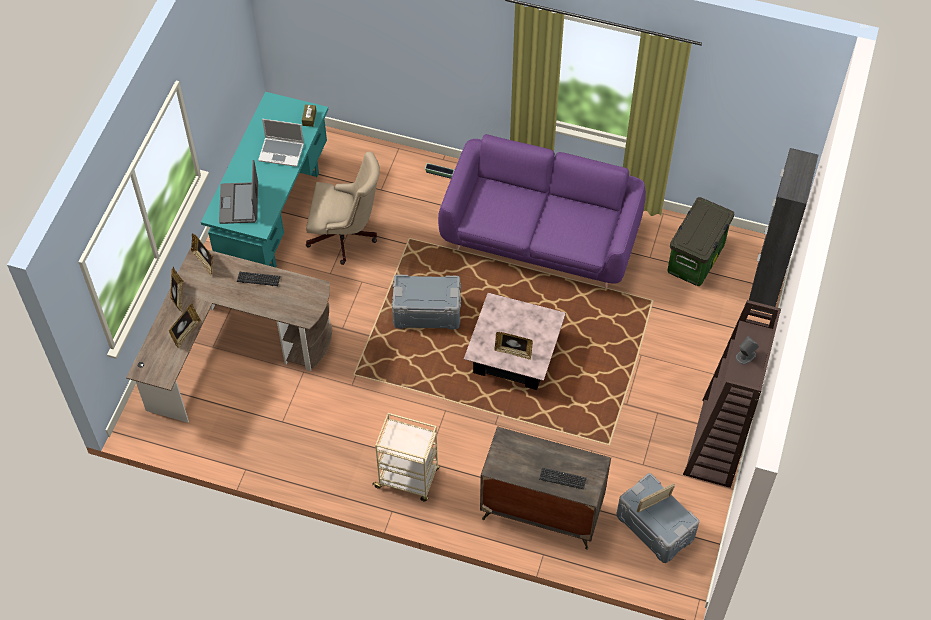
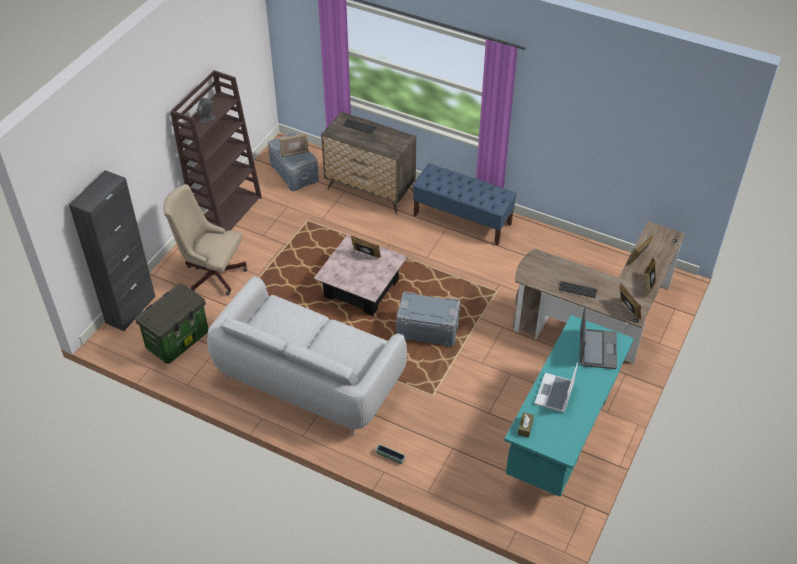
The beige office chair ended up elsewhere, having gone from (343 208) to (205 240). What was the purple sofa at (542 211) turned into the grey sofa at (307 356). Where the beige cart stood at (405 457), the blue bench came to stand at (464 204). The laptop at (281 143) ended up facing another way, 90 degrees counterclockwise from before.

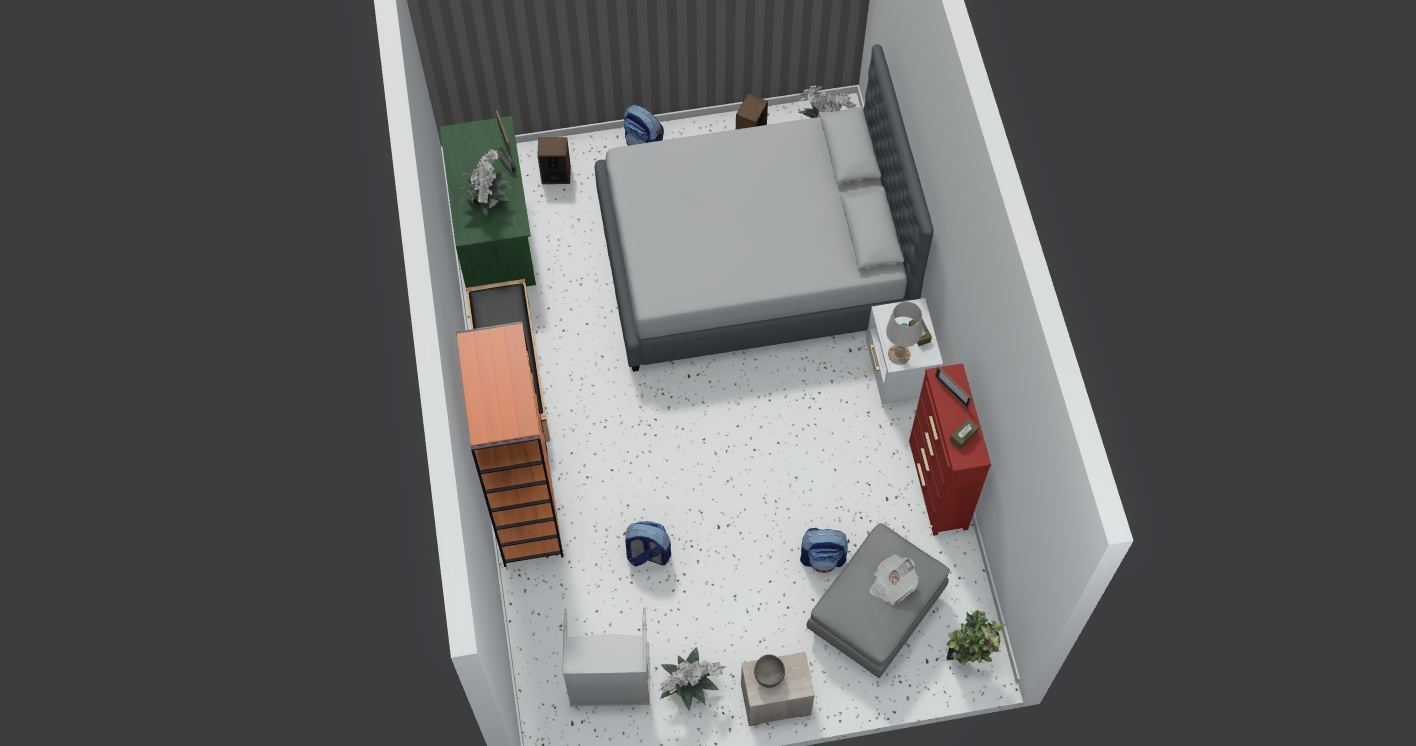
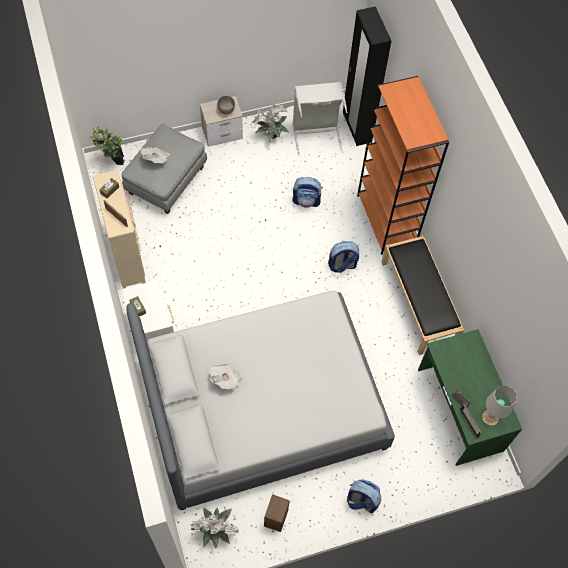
What was the red dresser at (950 449) turned into the beige dresser at (119 229). The second view gained the newspaper at (226 376). The backpack ended up elsewhere, having gone from (825 550) to (343 257). The second view gained the black wardrobe at (367 76). The white table lamp ended up elsewhere, having gone from (904 333) to (499 405). The second view lost the potted plant at (486 183). The second view lost the speaker at (554 160).

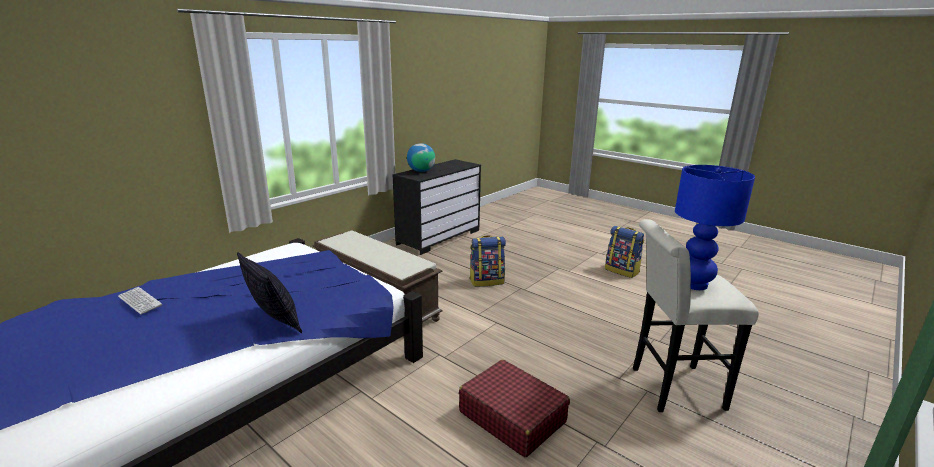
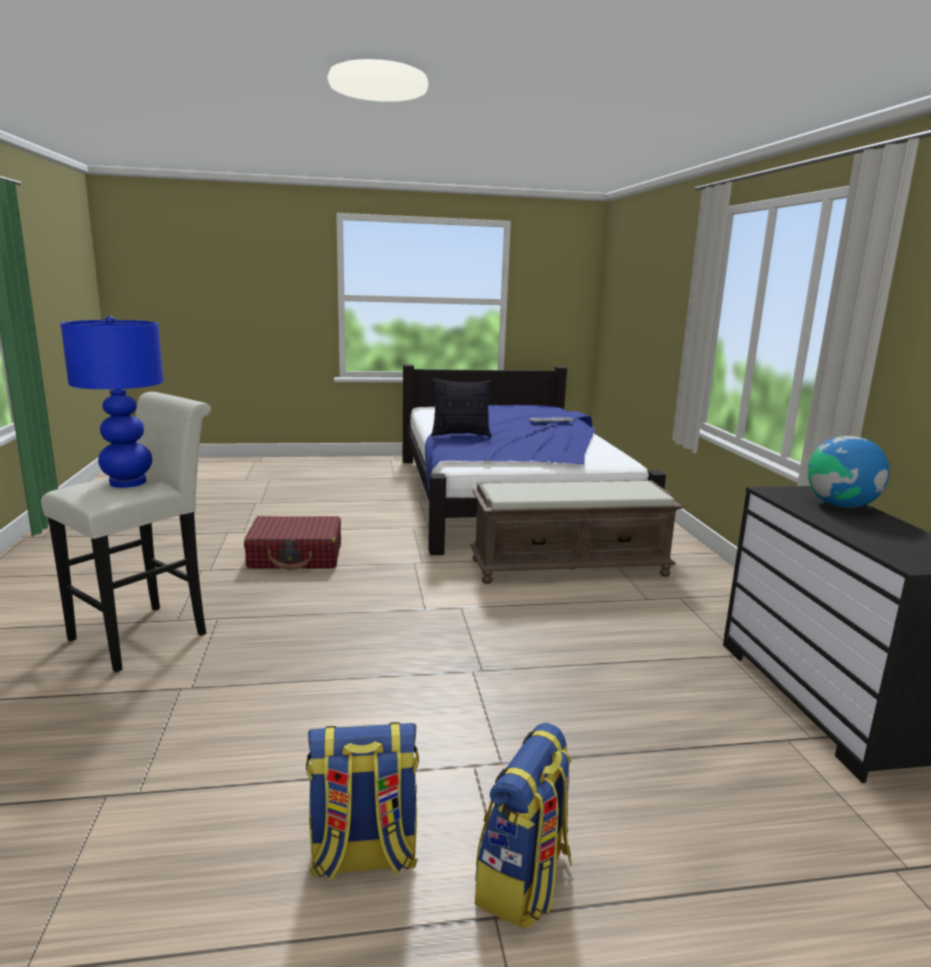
The backpack ended up elsewhere, having gone from (487 261) to (523 826).

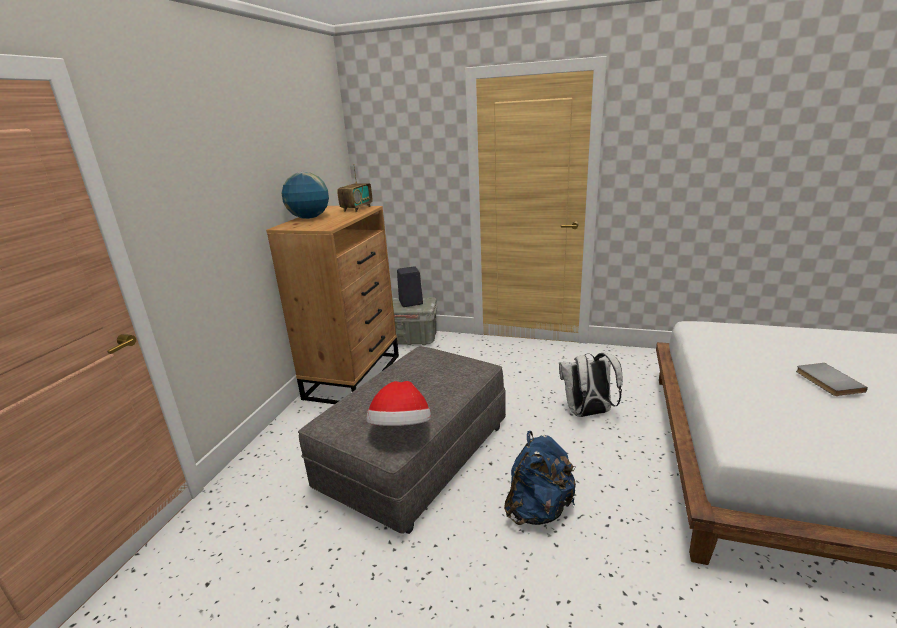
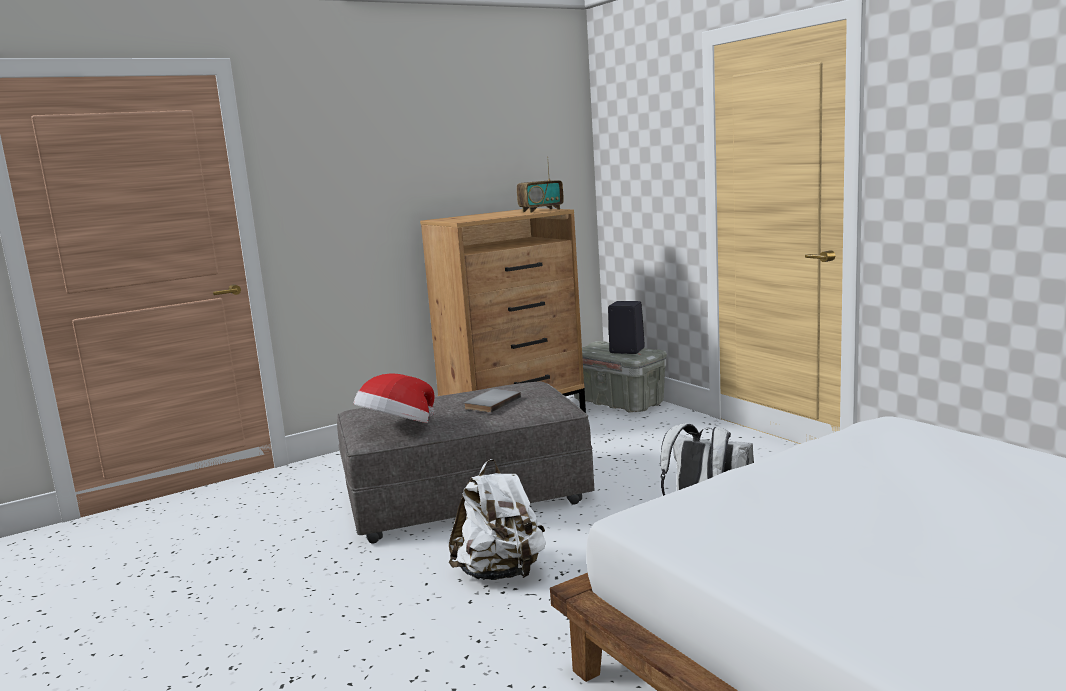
What was the blue backpack at (540 478) turned into the white backpack at (497 519). The grey book ended up elsewhere, having gone from (832 379) to (492 401). The second view lost the globe at (305 195).

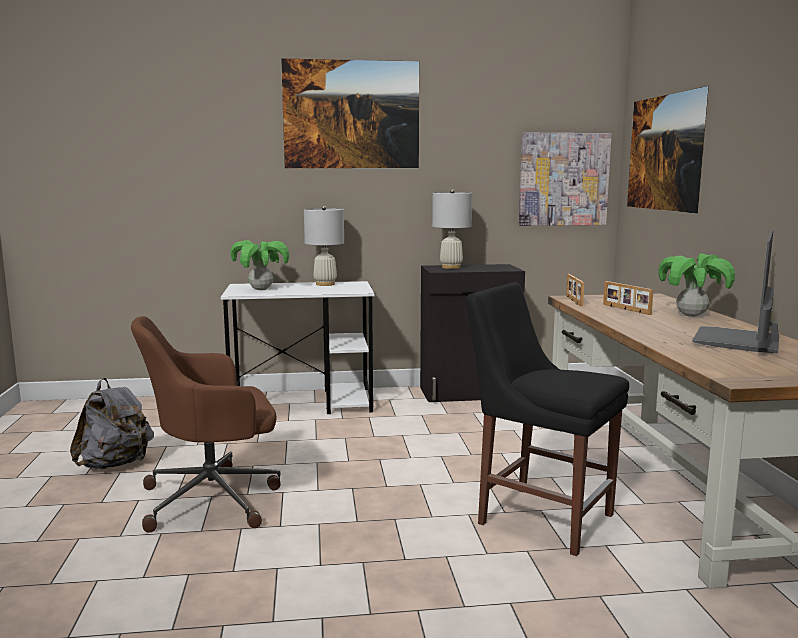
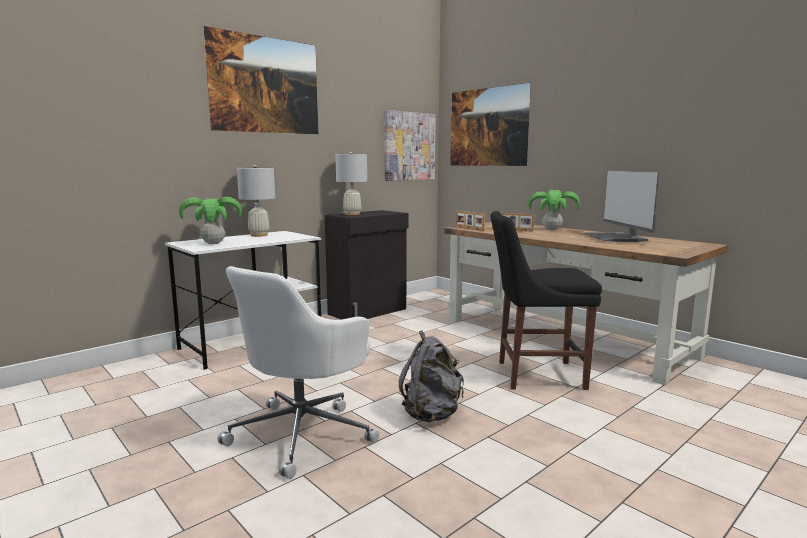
What was the brown office chair at (206 424) turned into the white office chair at (298 372). The grey backpack ended up elsewhere, having gone from (112 423) to (431 376).

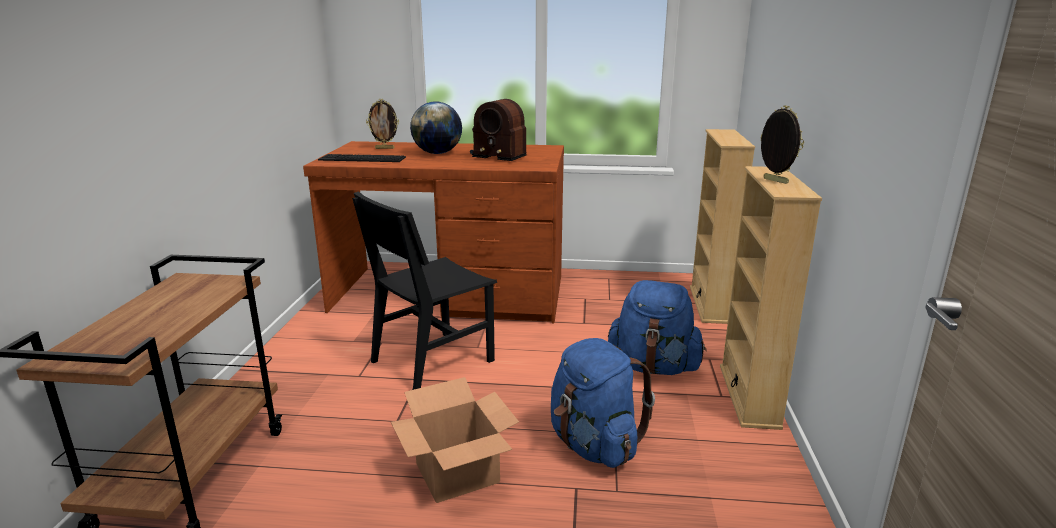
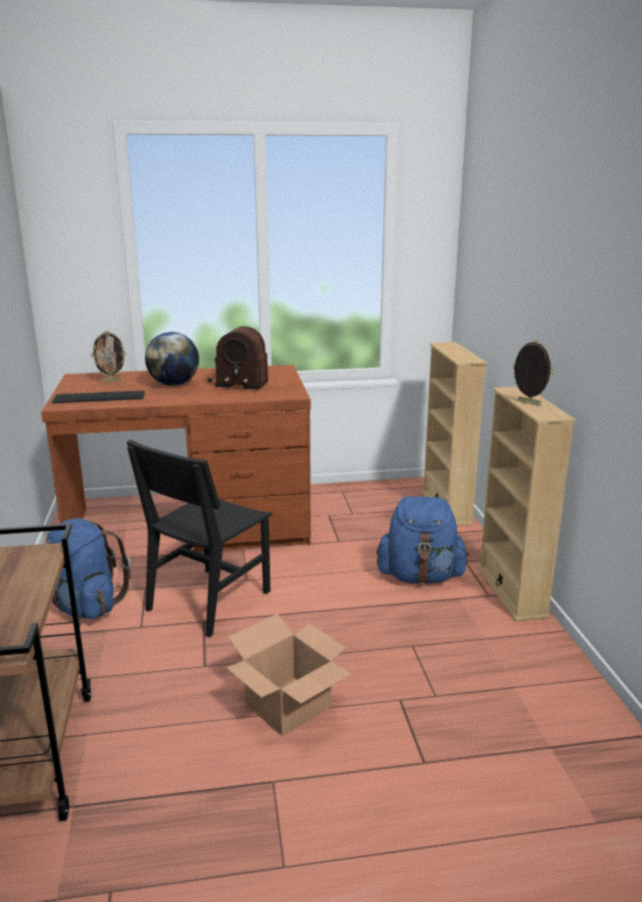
The blue backpack ended up elsewhere, having gone from (603 403) to (89 568).

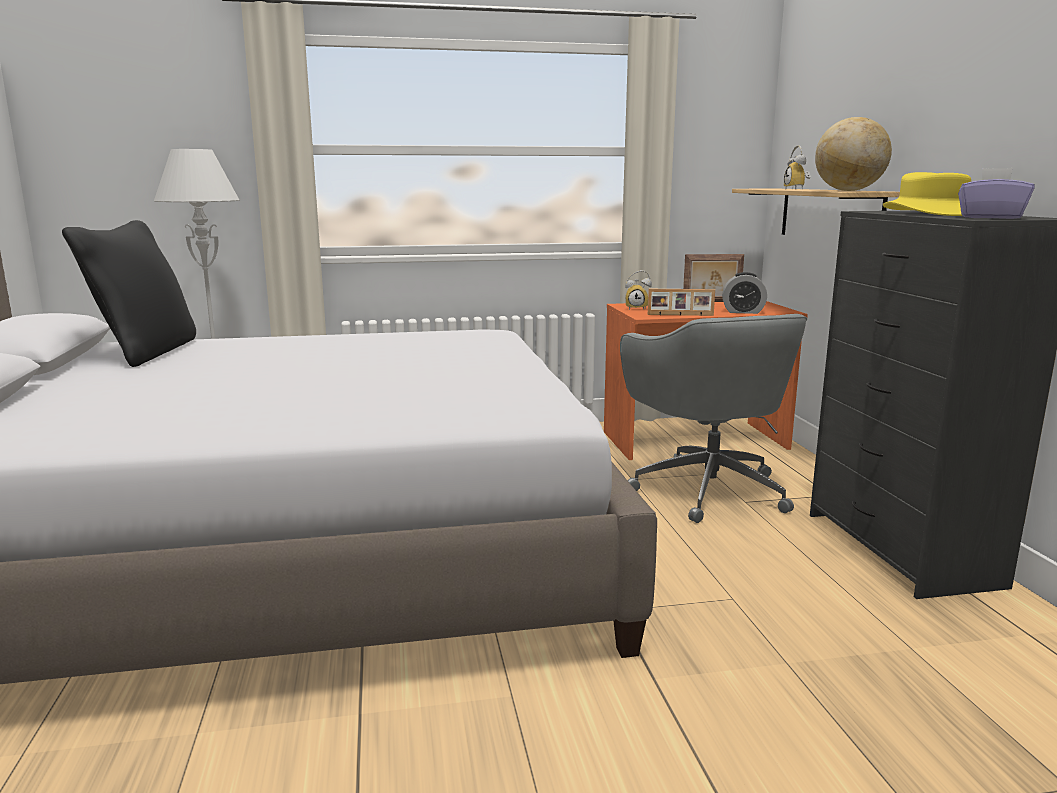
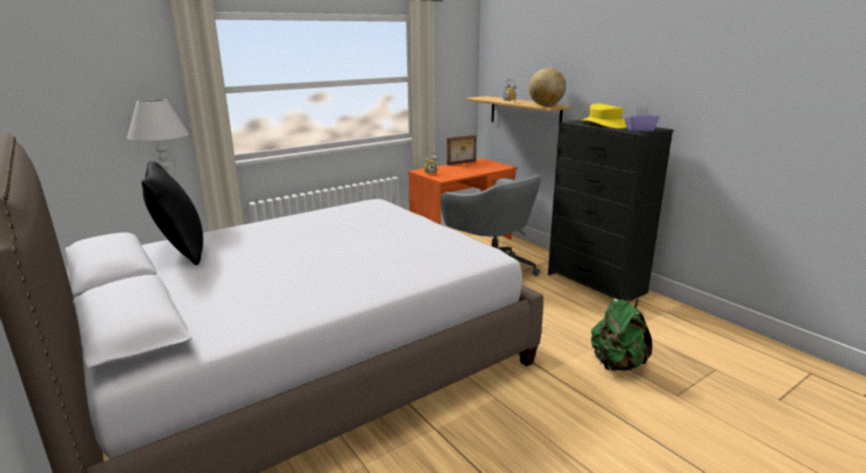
The second view gained the green backpack at (621 334). The second view lost the picture frame at (681 302). The second view lost the alarm clock at (744 293).

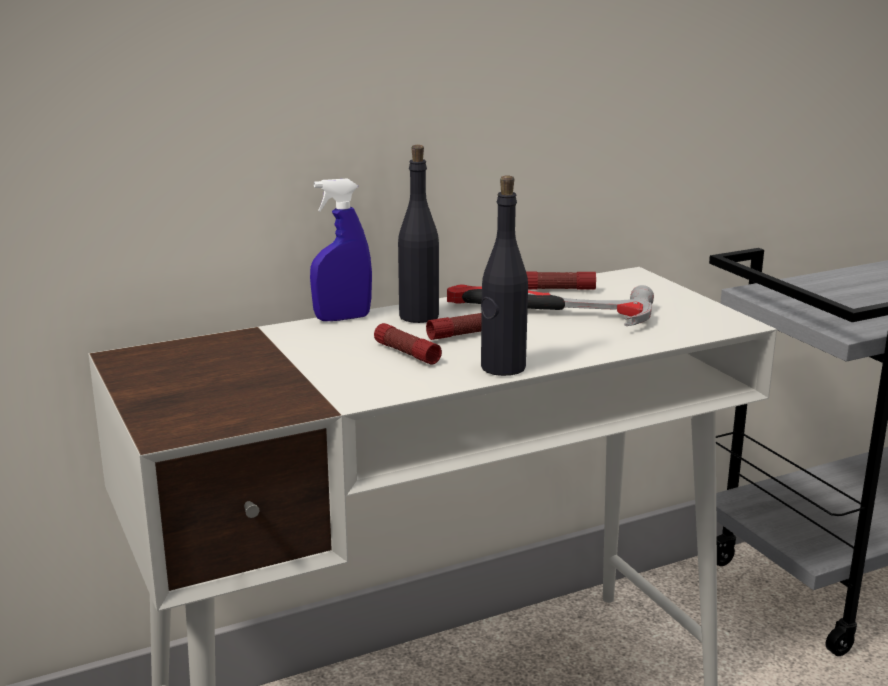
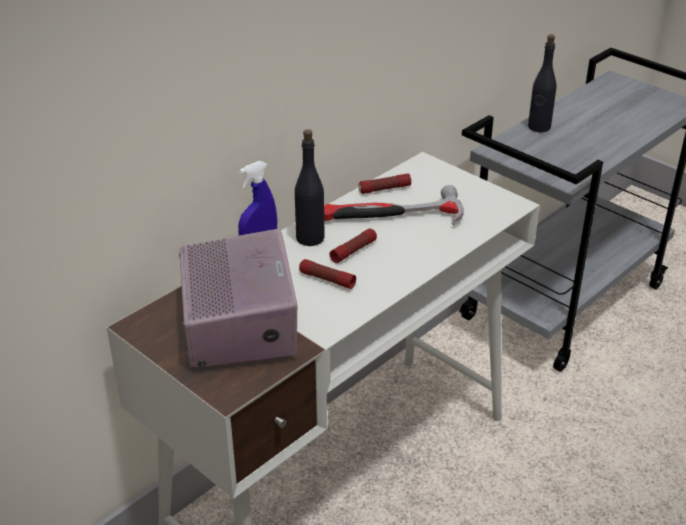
The second view gained the radio at (238 298). The black bottle ended up elsewhere, having gone from (504 275) to (542 83).

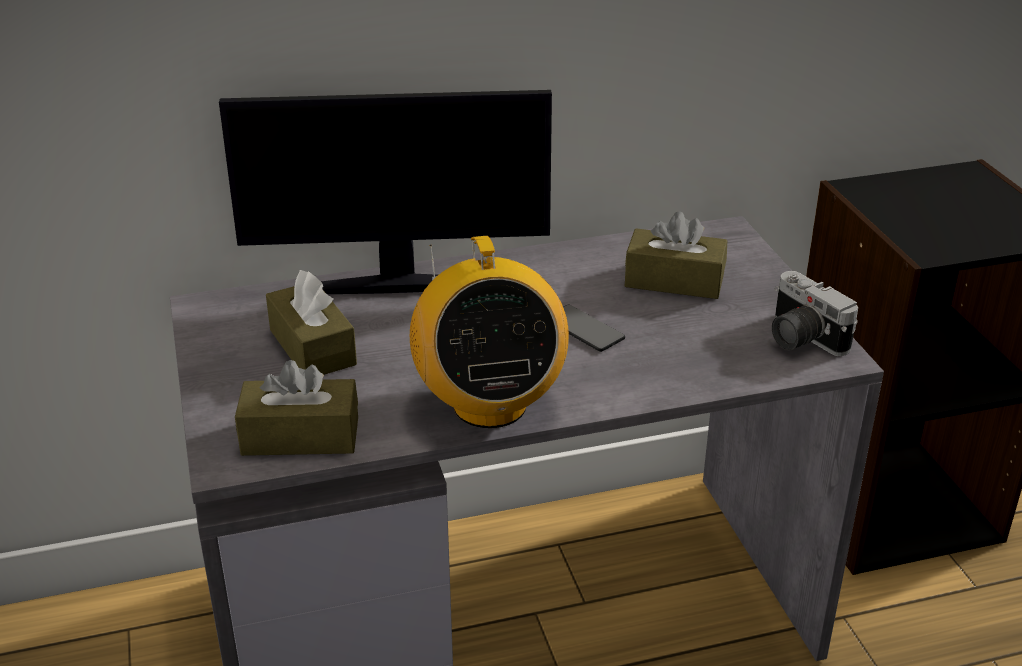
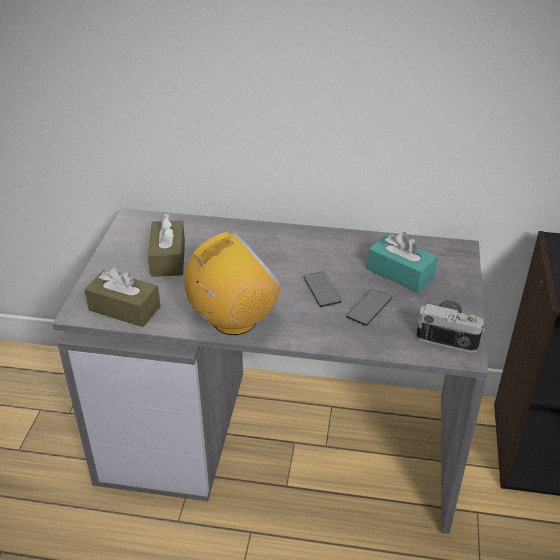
The radio at (489 332) ended up facing another way, 135 degrees counterclockwise from before. The second view gained the phone at (369 307). What was the brown tissue box at (676 255) turned into the turquoise tissue box at (402 262). The photo camera at (815 313) ended up facing another way, 120 degrees clockwise from before. The second view lost the monitor at (385 192).

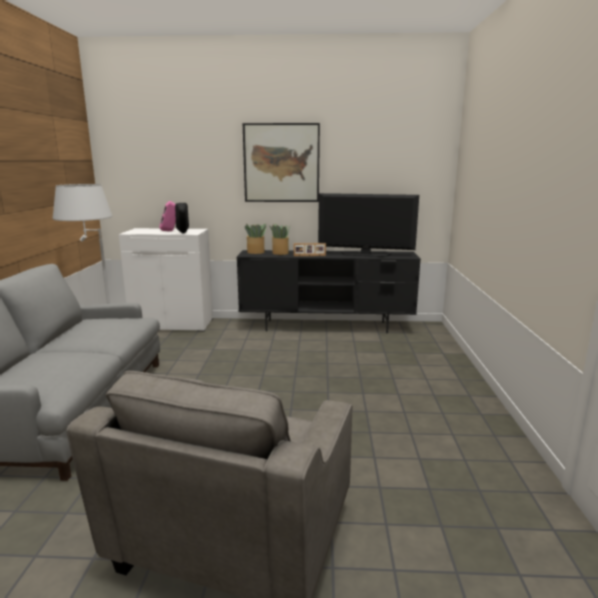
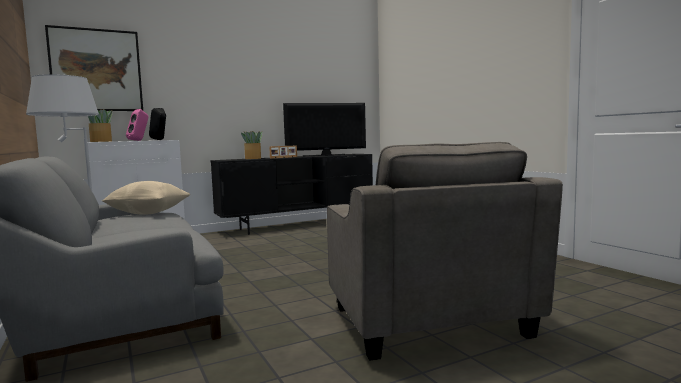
The picture ended up elsewhere, having gone from (281 162) to (94 68). The potted plant ended up elsewhere, having gone from (256 238) to (100 125). The second view gained the beige pillow at (146 198).

